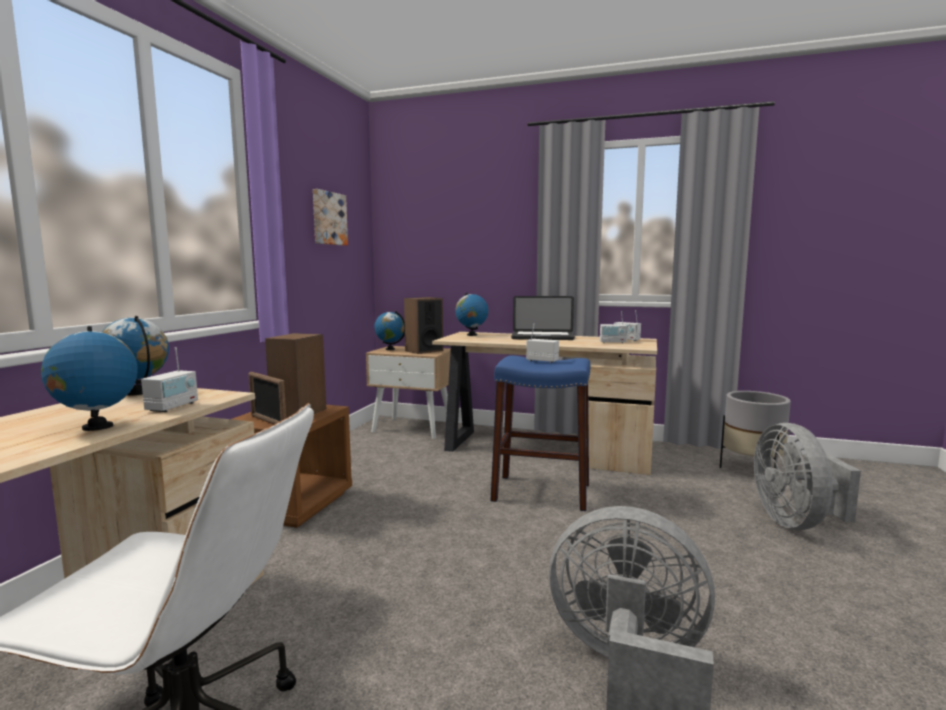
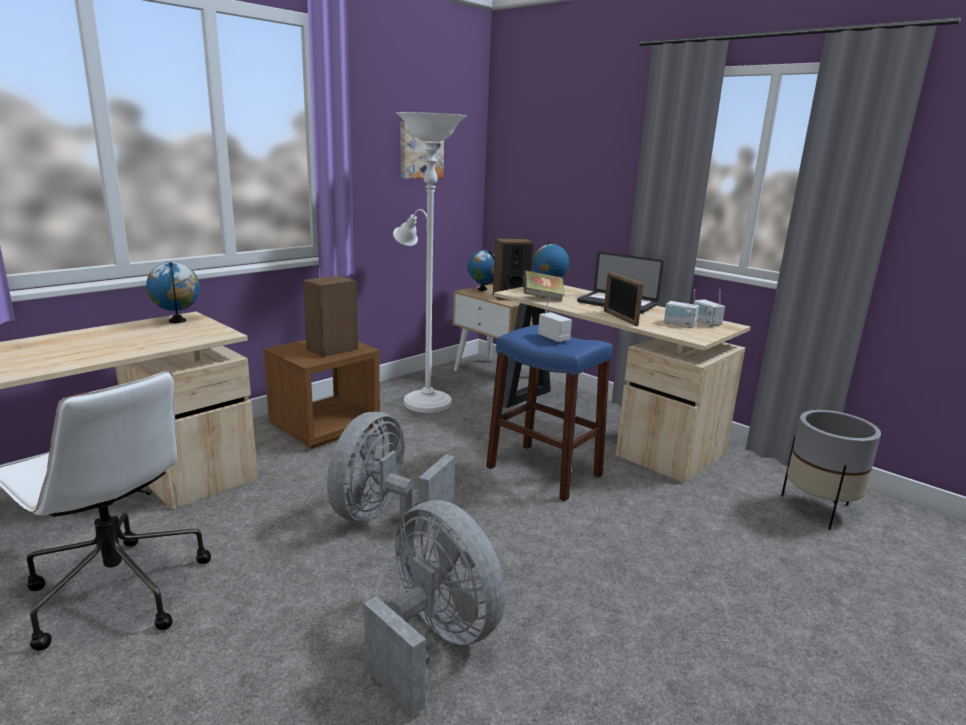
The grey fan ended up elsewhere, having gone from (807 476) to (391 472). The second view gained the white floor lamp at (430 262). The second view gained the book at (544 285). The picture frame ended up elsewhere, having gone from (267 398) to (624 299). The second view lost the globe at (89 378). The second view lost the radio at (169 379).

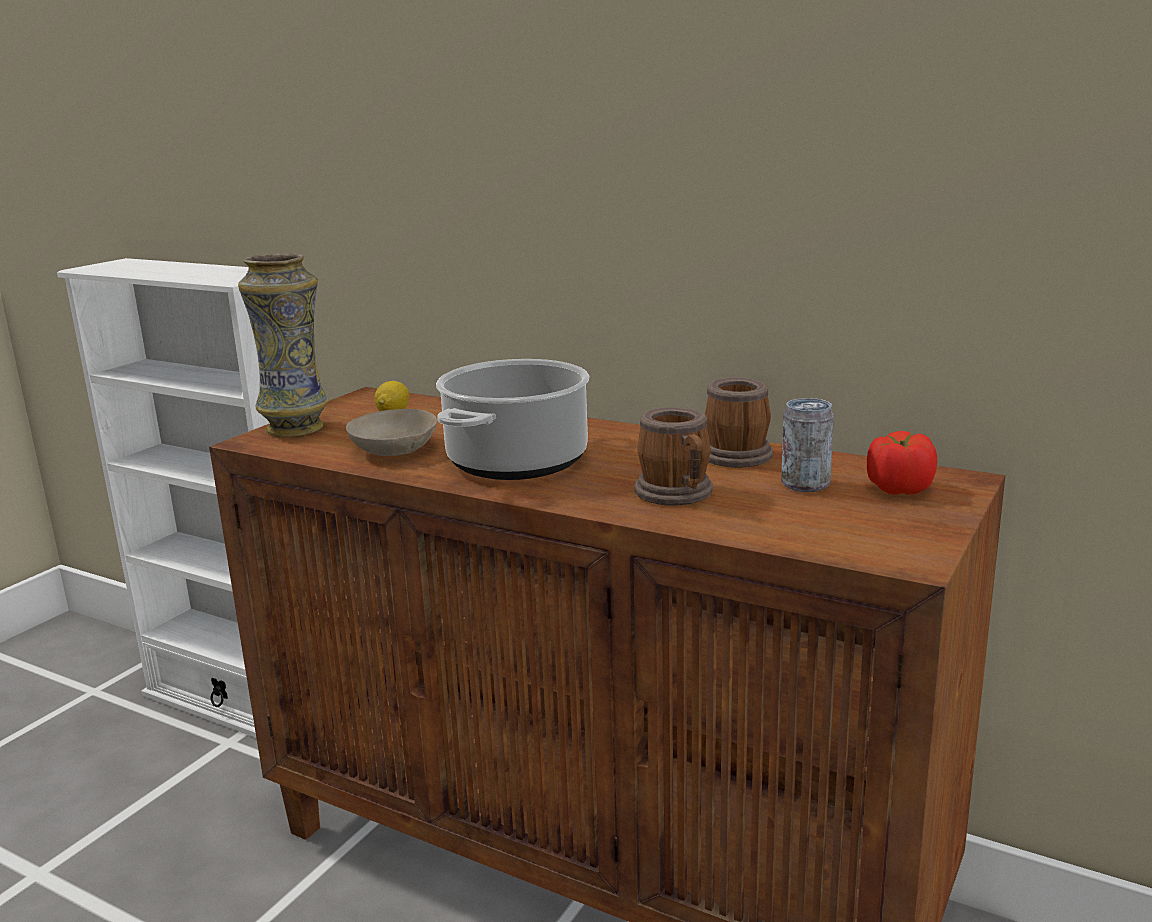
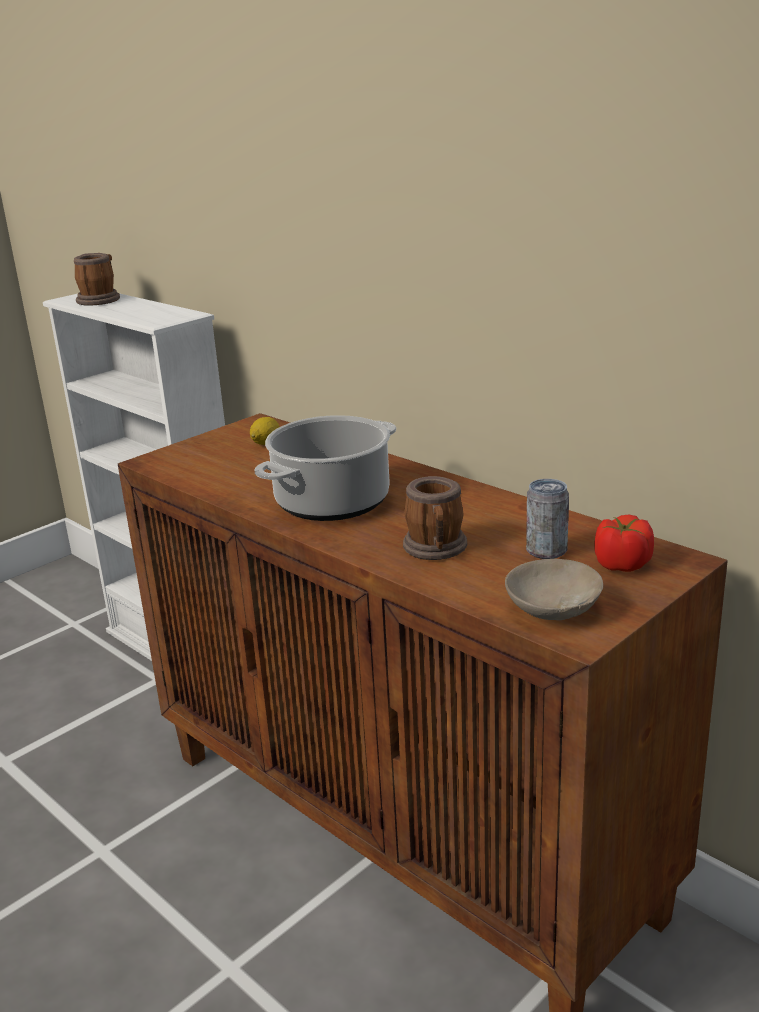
The mug ended up elsewhere, having gone from (739 422) to (97 279). The beige bowl ended up elsewhere, having gone from (391 432) to (554 589). The second view lost the vase at (283 345).

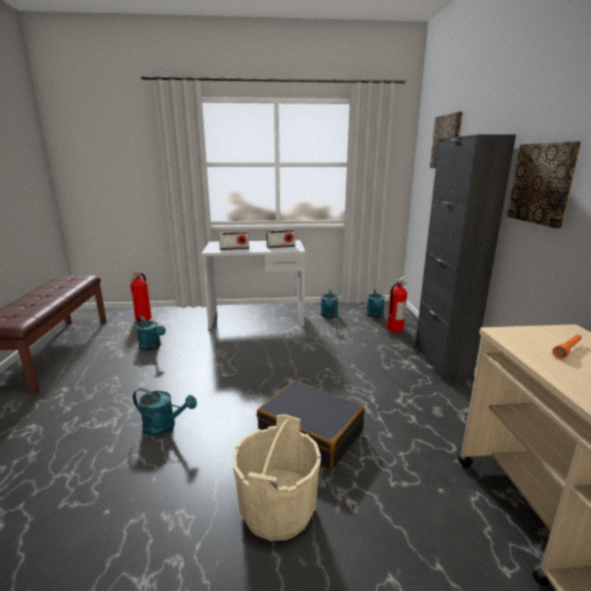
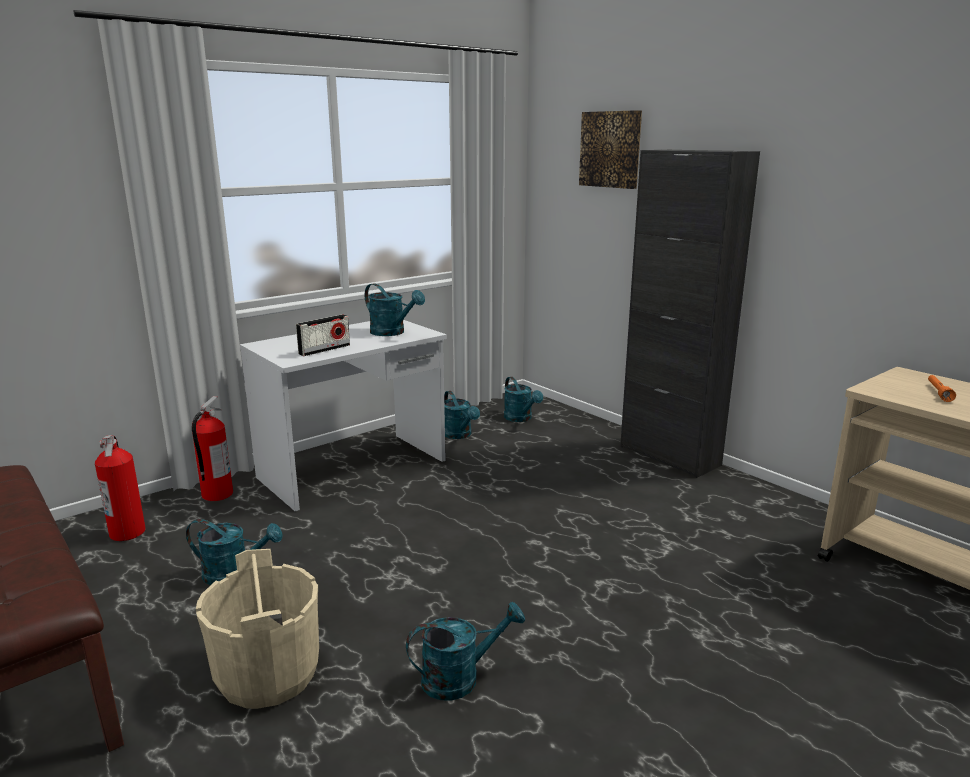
The fire extinguisher ended up elsewhere, having gone from (397 304) to (212 448). The beige bucket ended up elsewhere, having gone from (277 477) to (257 629). Where the radio stood at (280 239), the turquoise watering can came to stand at (395 309). The second view lost the black suitcase at (311 425). The second view lost the picture at (544 184).

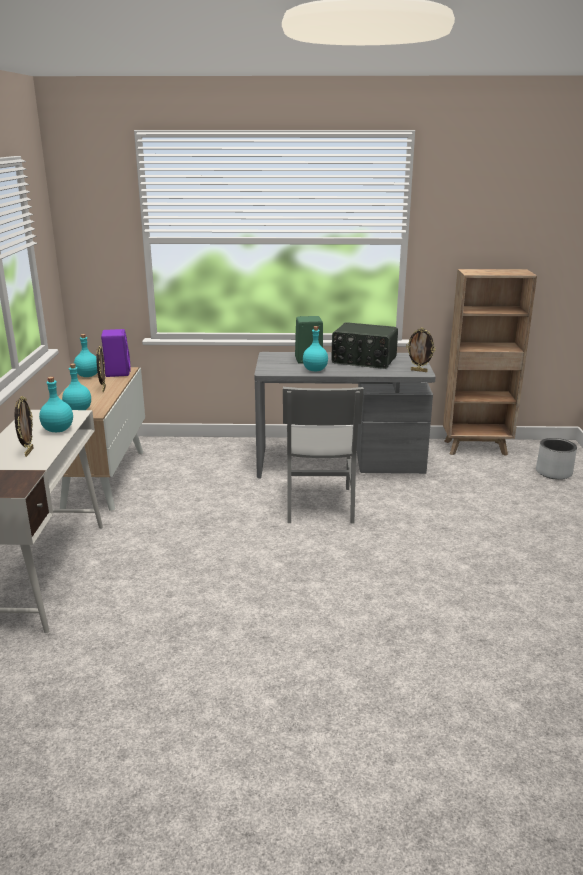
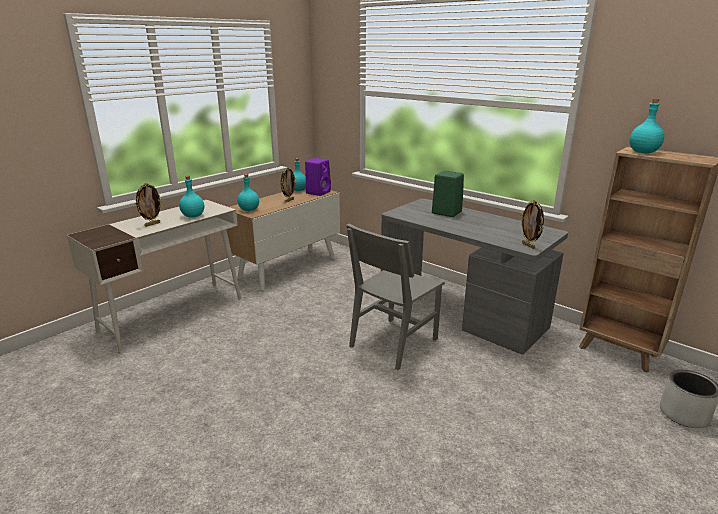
The turquoise bottle ended up elsewhere, having gone from (315 348) to (647 126). The second view lost the radio at (364 345).

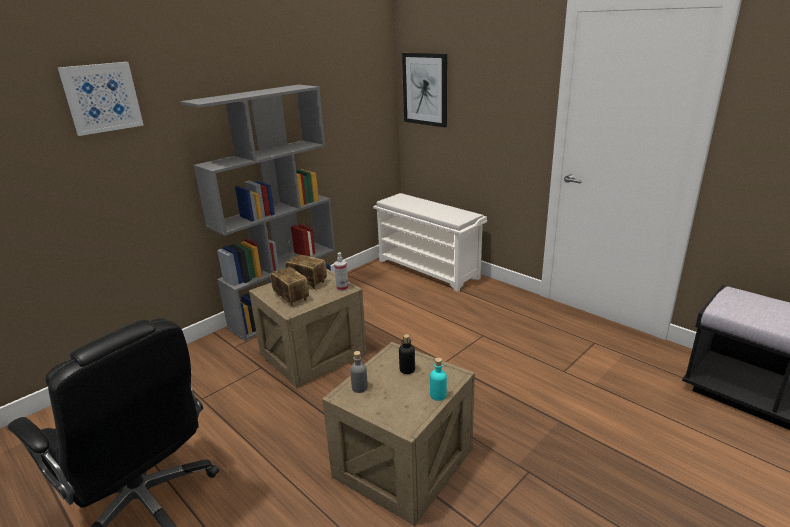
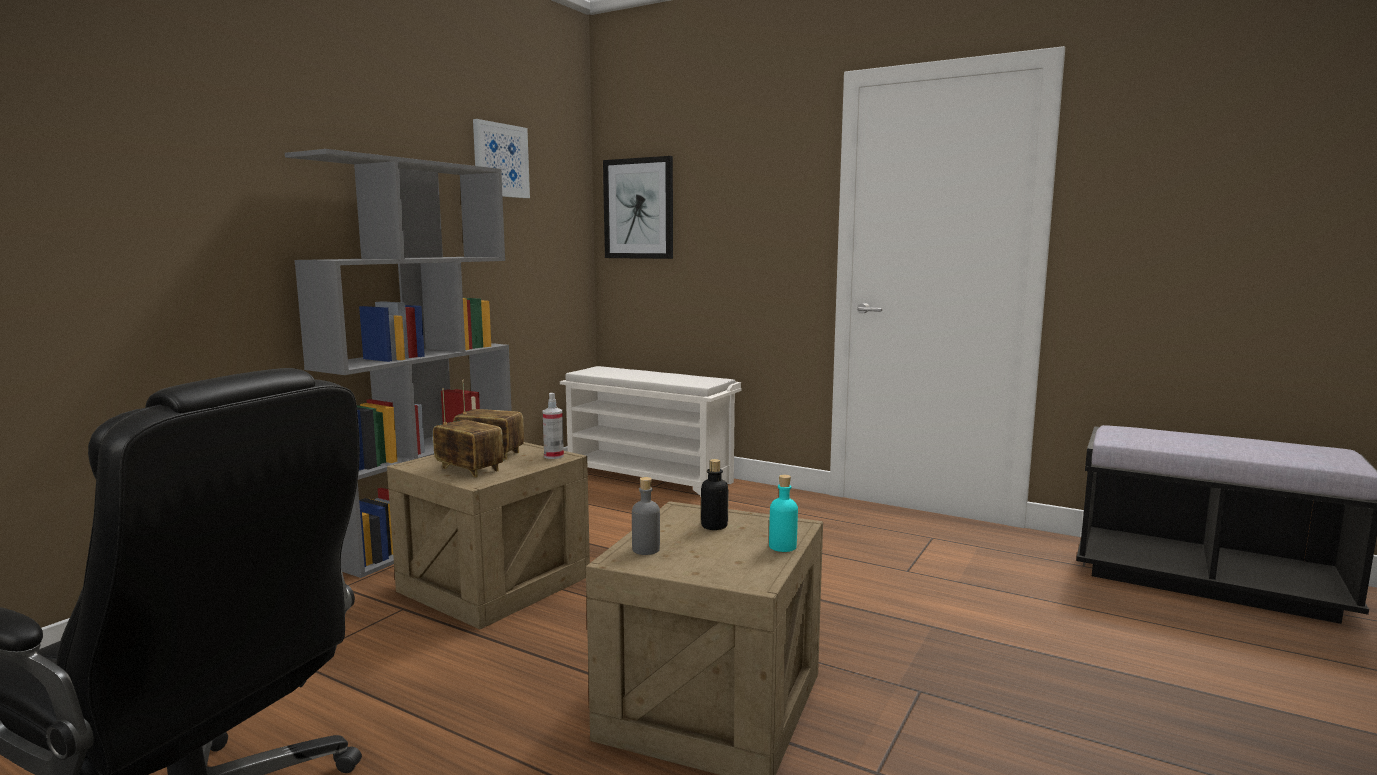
The picture ended up elsewhere, having gone from (101 99) to (501 158).

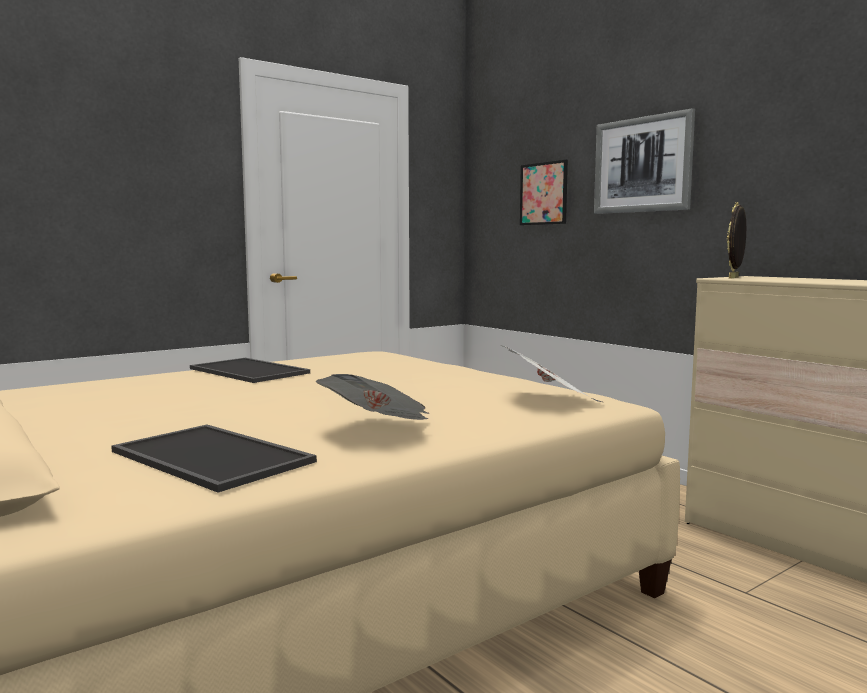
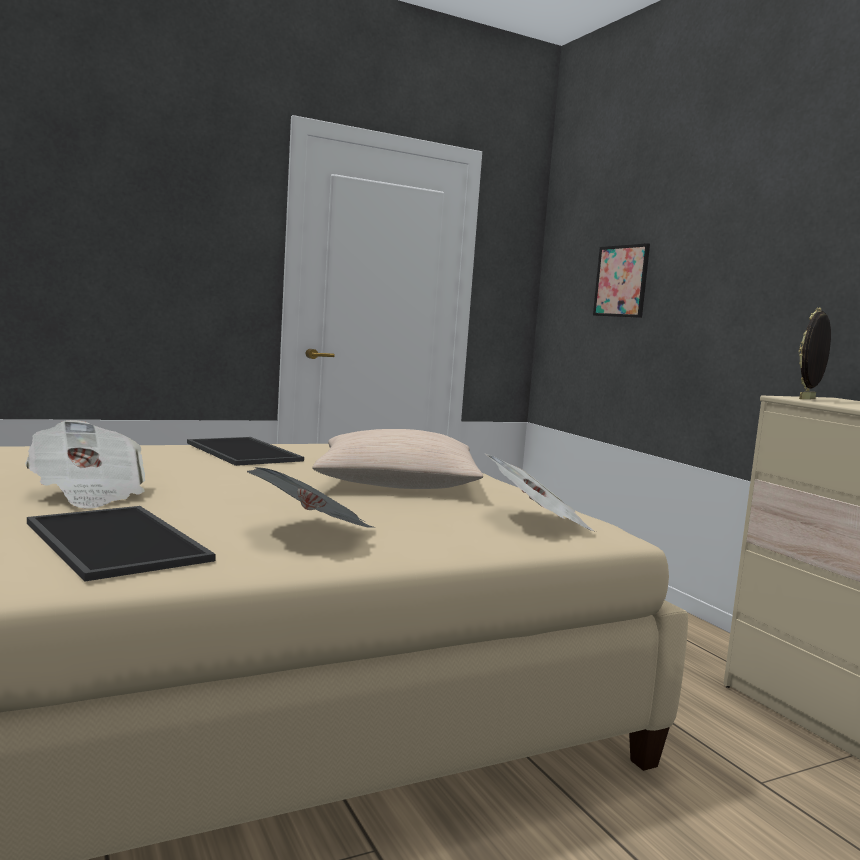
The second view gained the newspaper at (85 464). The second view gained the beige pillow at (397 459). The second view lost the picture at (644 161).

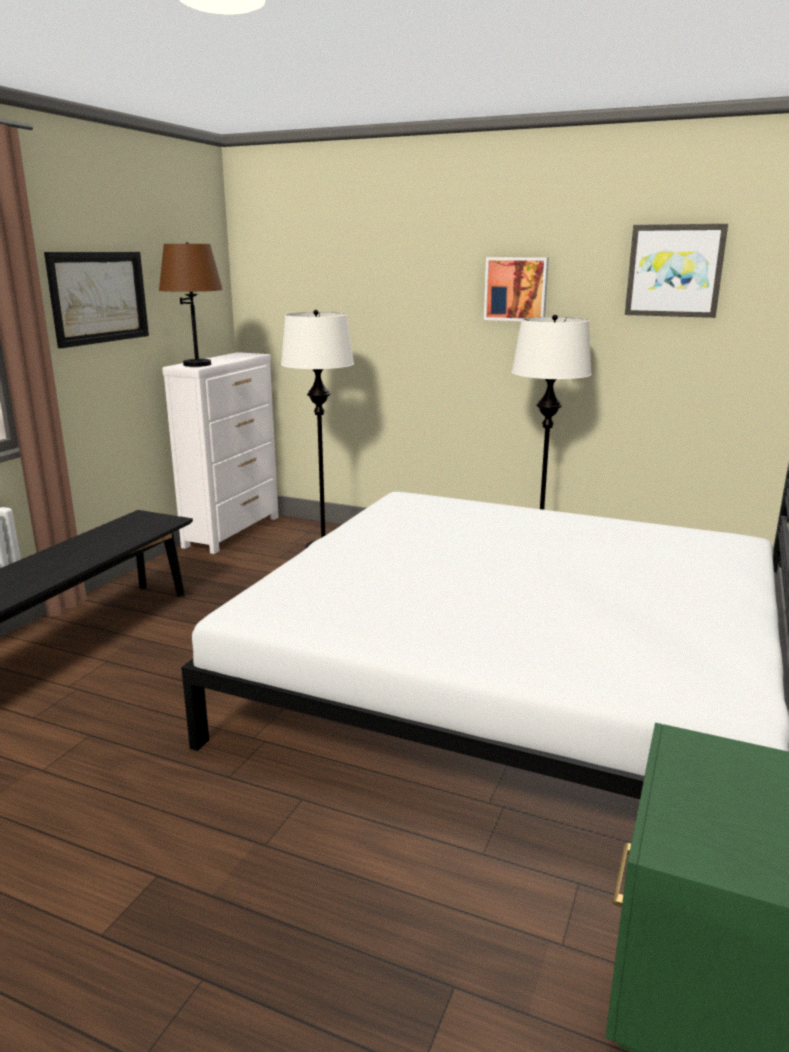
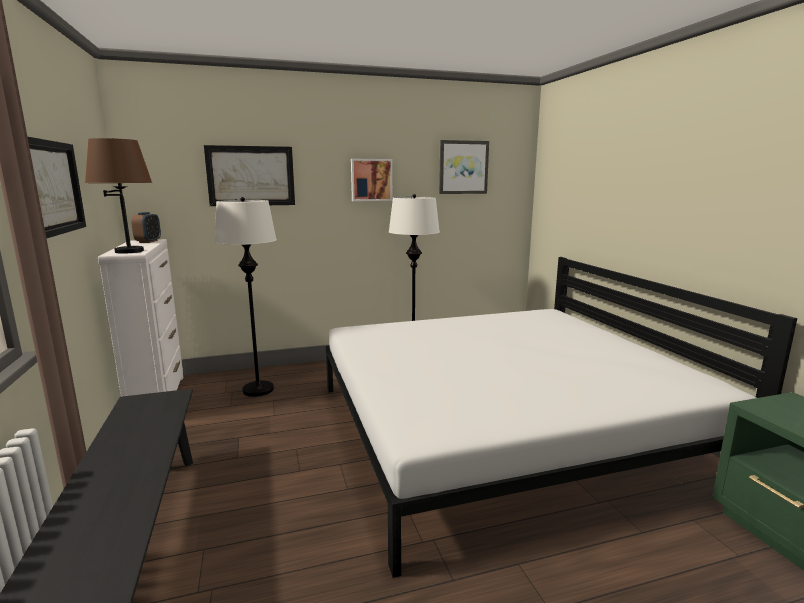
The second view gained the alarm clock at (146 227). The second view gained the picture at (249 175).

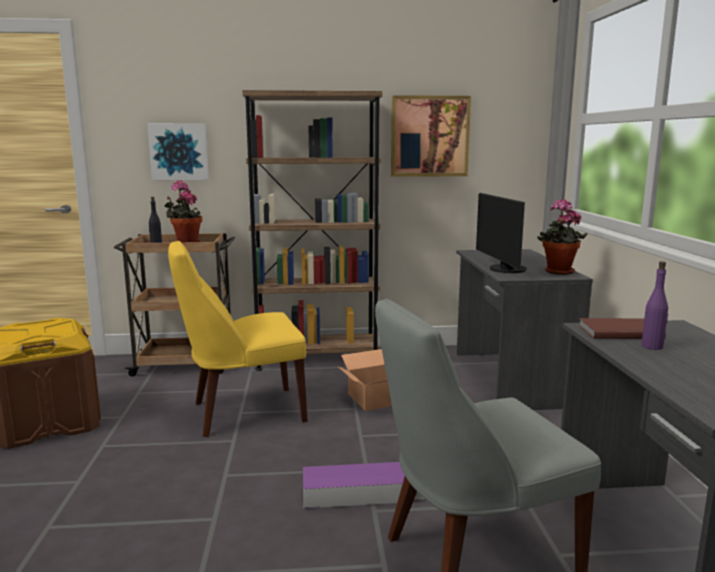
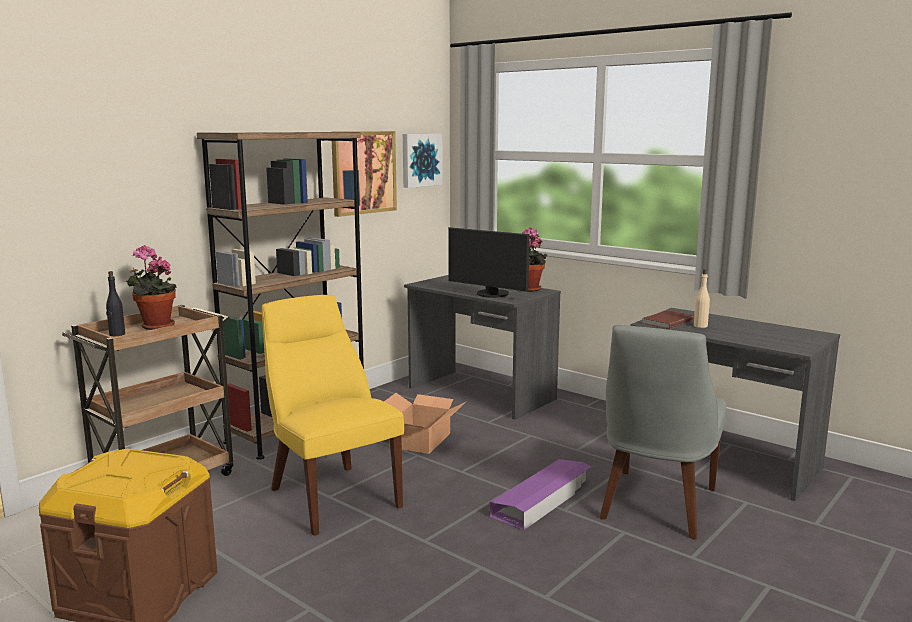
The yellow chair at (238 339) ended up facing another way, 120 degrees clockwise from before. The picture ended up elsewhere, having gone from (178 151) to (423 161). What was the purple bottle at (654 305) turned into the beige bottle at (702 298).

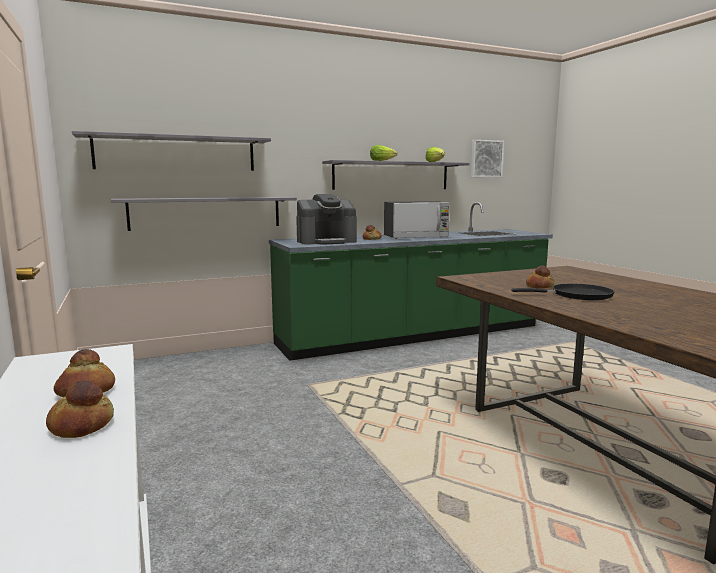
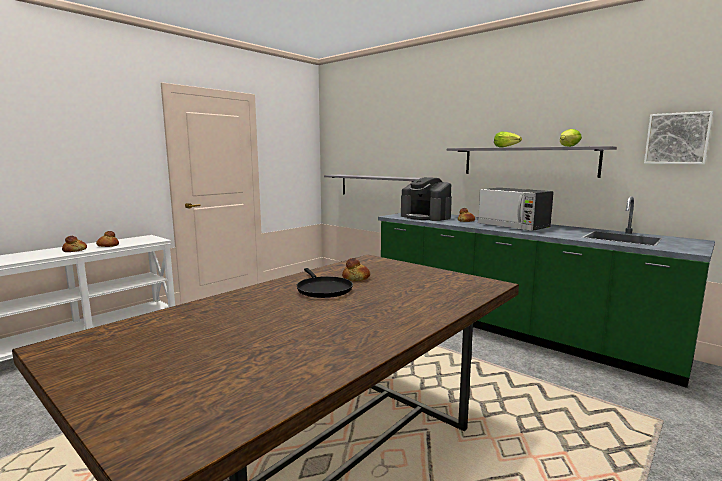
The second view lost the grey shelf at (171 151).

